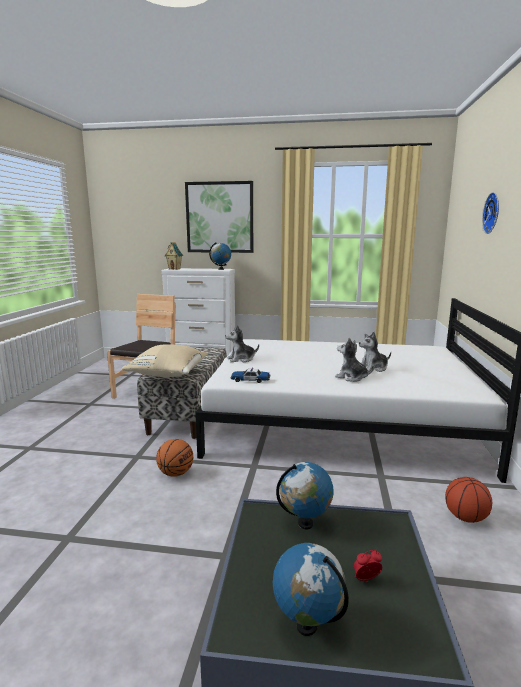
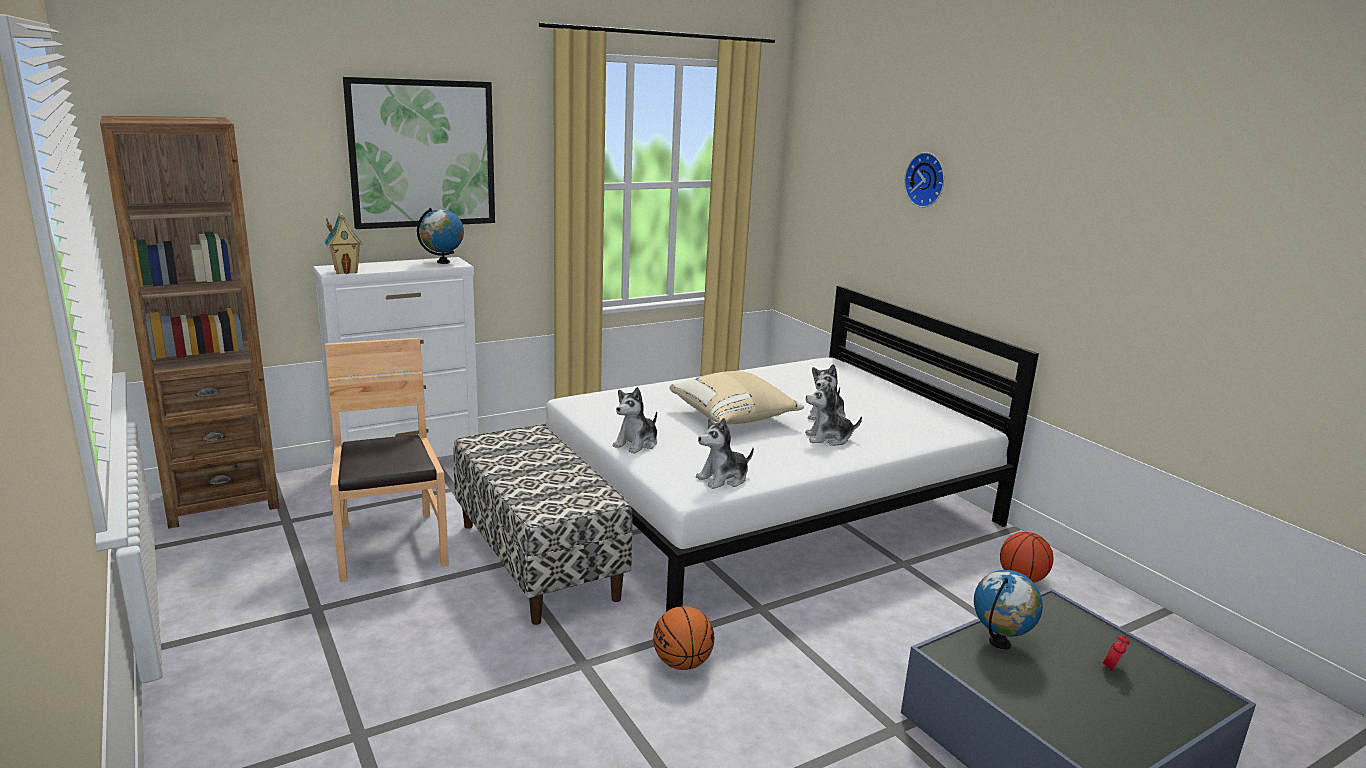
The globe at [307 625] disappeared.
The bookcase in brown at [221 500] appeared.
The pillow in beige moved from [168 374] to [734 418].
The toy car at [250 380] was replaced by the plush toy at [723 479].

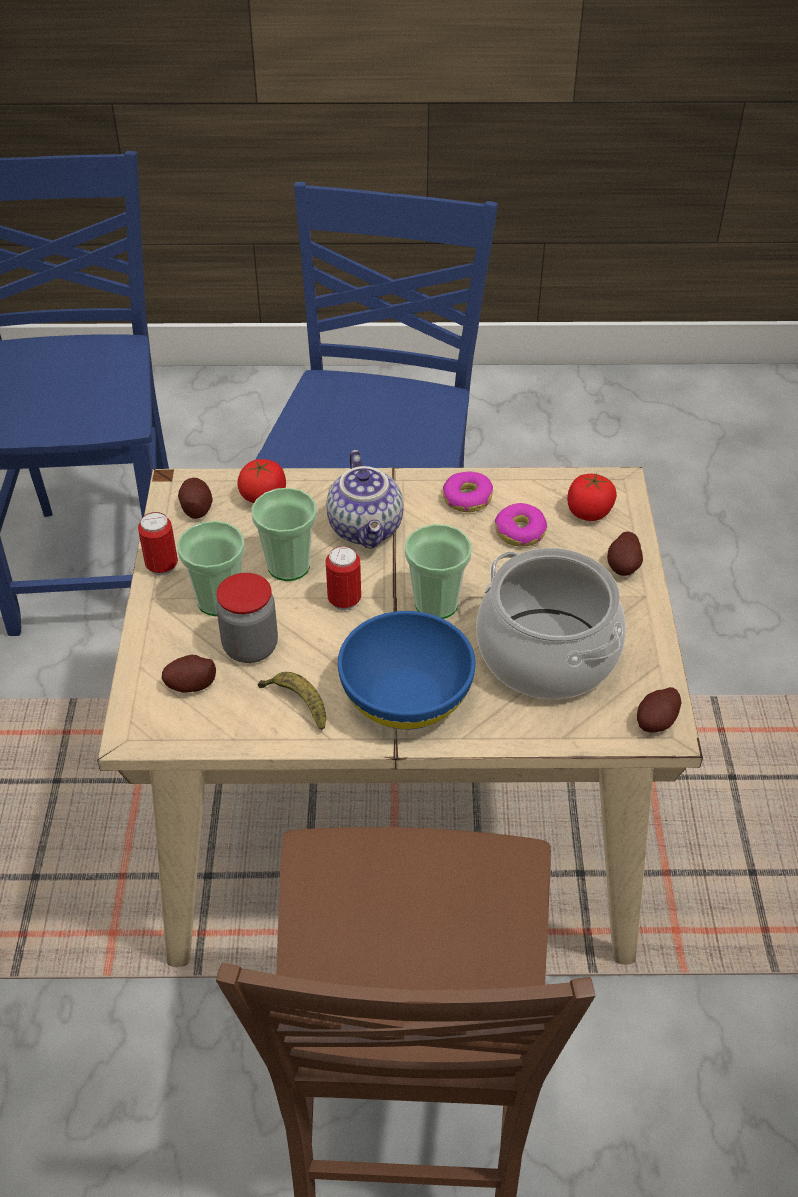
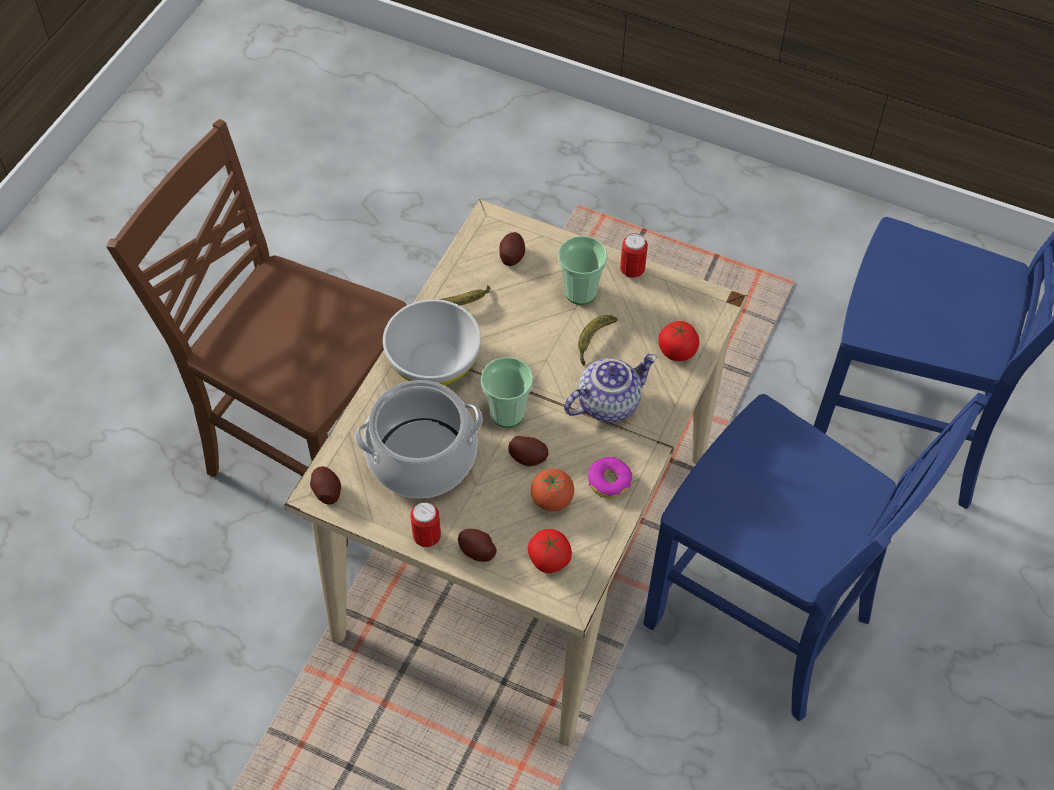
The jar at [250 647] disappeared.
The potato moved from [196 508] to [528 457].
The can moved from [344 600] to [427 537].
The cup at [288 566] was replaced by the banana at [593 341].
The donut at [520 532] was replaced by the tomato at [552 499].
The bowl in blue at [405 697] became the bowl in white at [434 361].
The teapot at [367 529] turned 135 degrees clockwise.

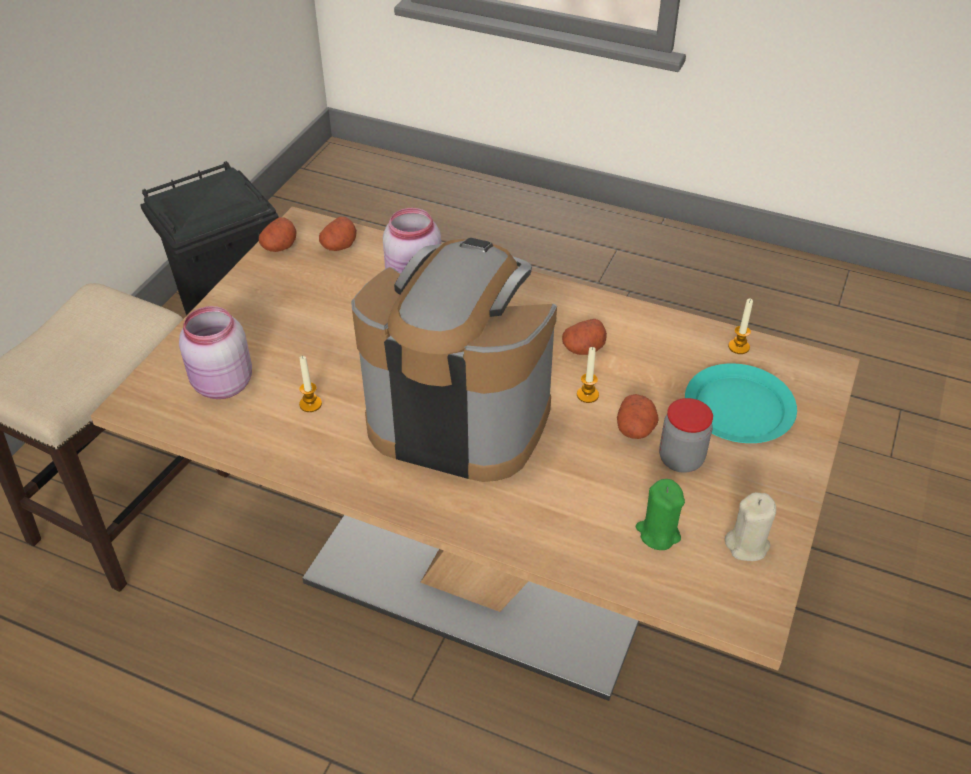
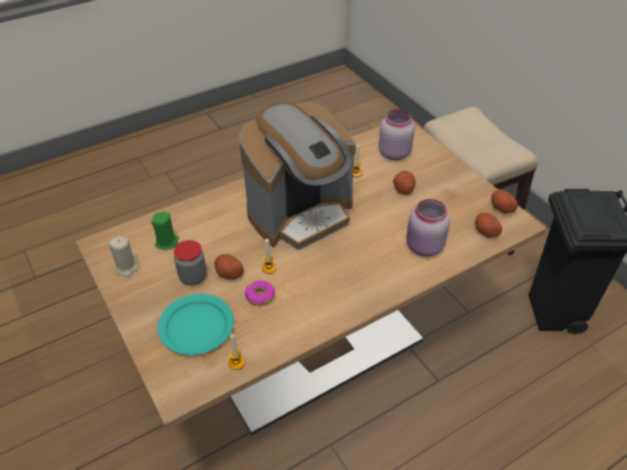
The donut at [260 296] appeared.
The potato moved from [583 348] to [403 188].

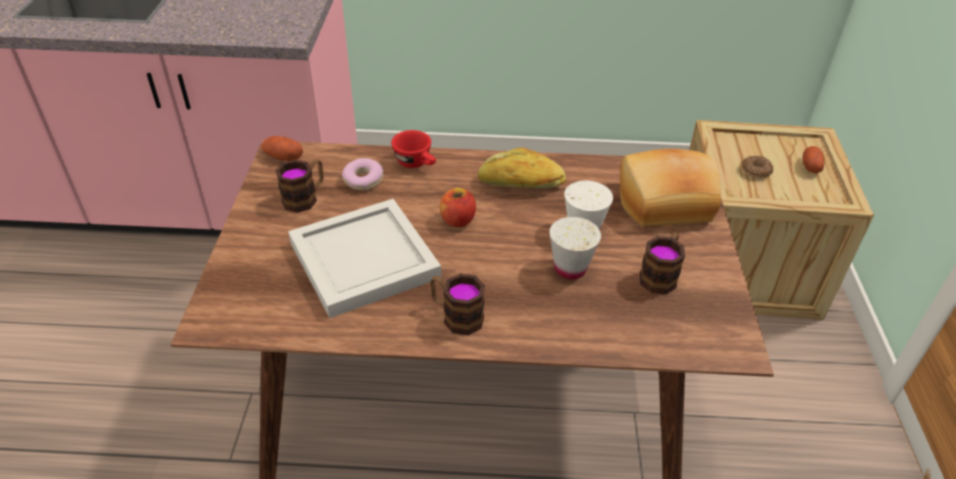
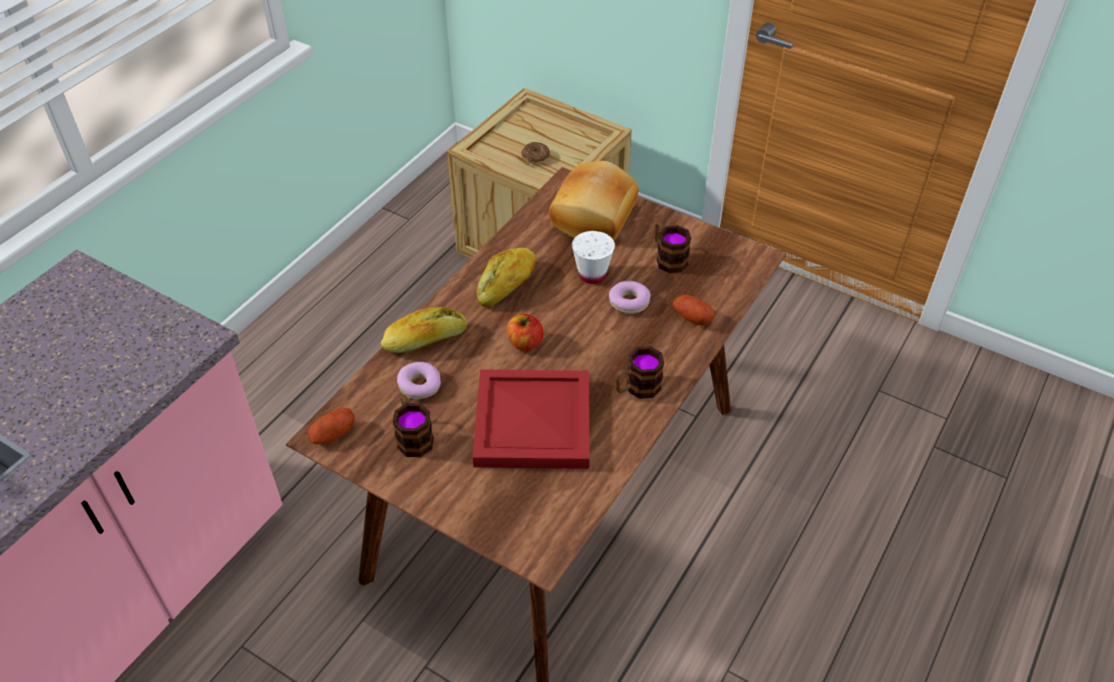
The potato moved from [810 166] to [692 317].
The cup in red at [417 163] was replaced by the bread at [425 340].
The cup in white at [570 269] was replaced by the donut at [629 302].
The tray in white at [365 258] became the tray in red at [531 421].

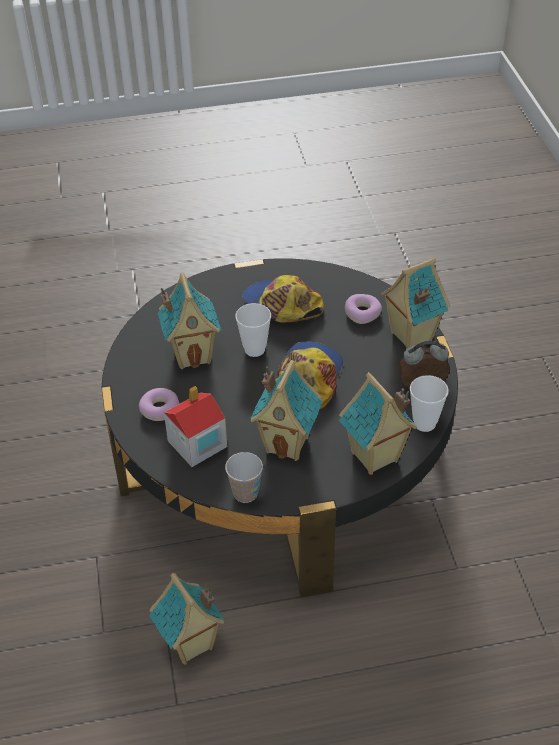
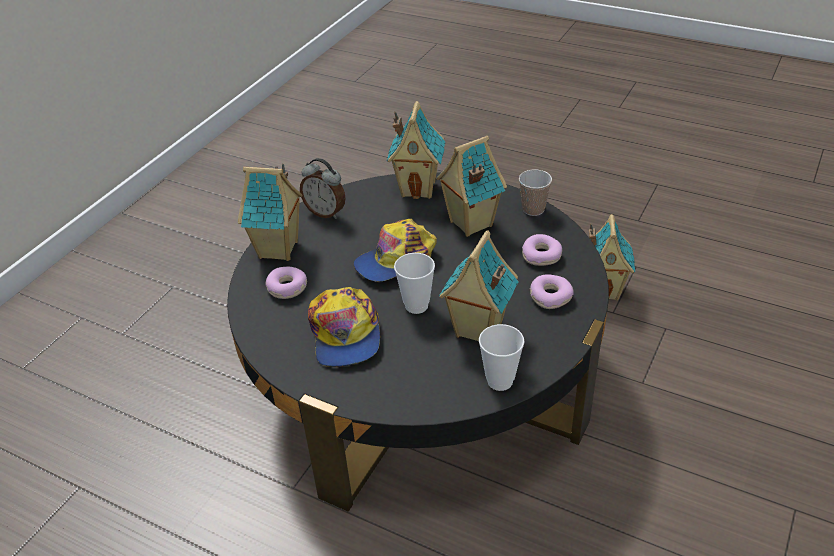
The cup moved from [424 423] to [500 381].
The toy house at [196 444] was replaced by the donut at [541 256].

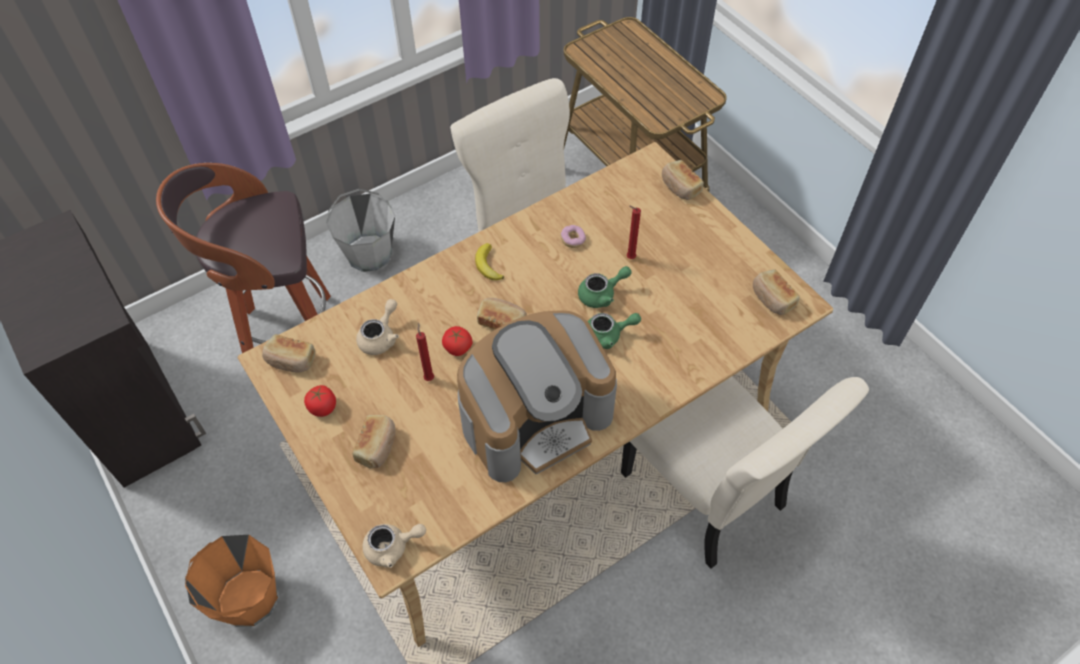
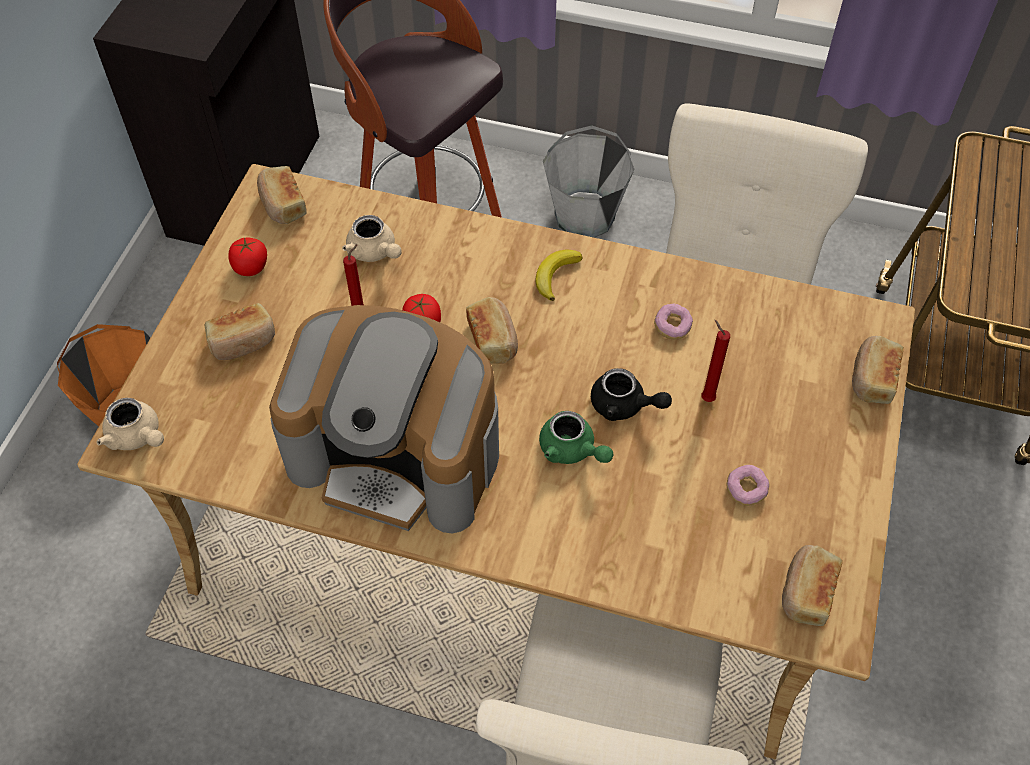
The donut at [746 490] appeared.
The teapot in green at [602 294] became the teapot in black at [624 406].
The teapot in beige at [381 337] turned 60 degrees clockwise.

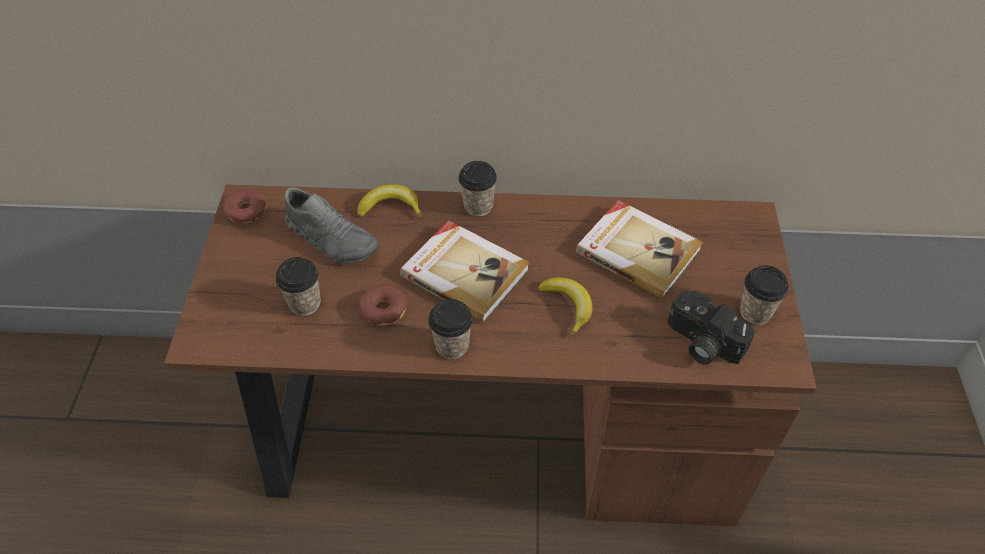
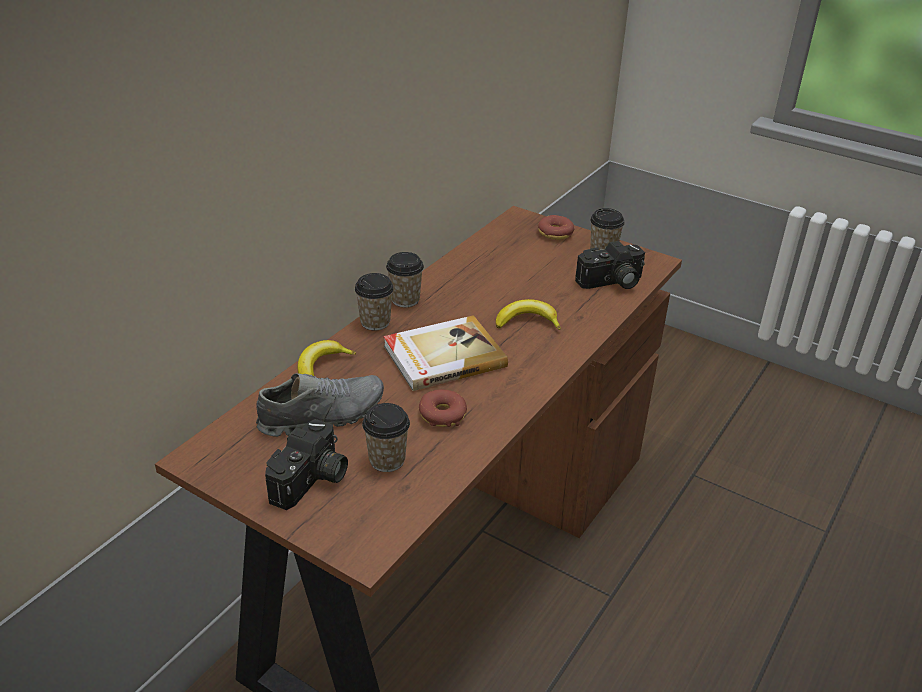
The book at [638 250] disappeared.
The photo camera at [312 481] appeared.
The donut moved from [246 211] to [555 233].
The cup moved from [452 346] to [405 300].

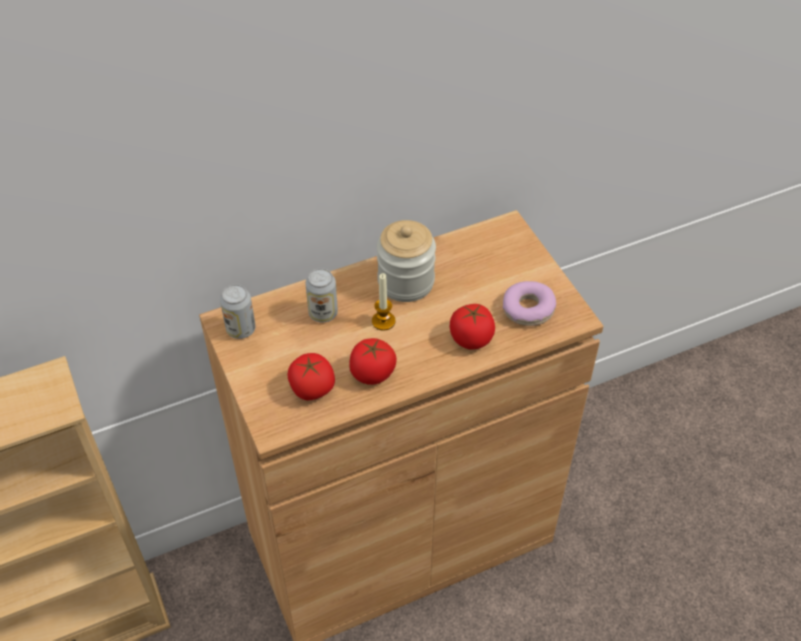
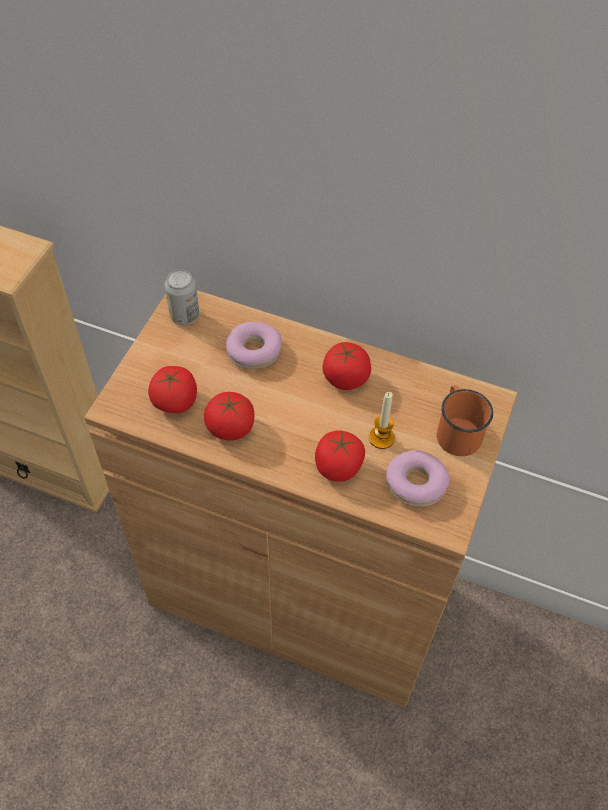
The mug in orange at [456 431] appeared.
The candle moved from [383 321] to [381 438].
The can at [323 313] was replaced by the donut at [254 351].
The jar at [406 282] was replaced by the tomato at [346 378].

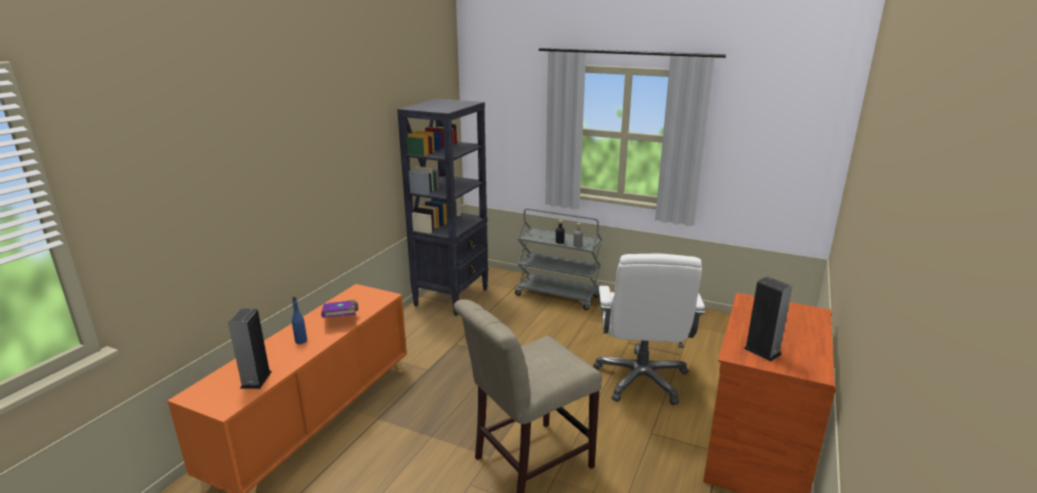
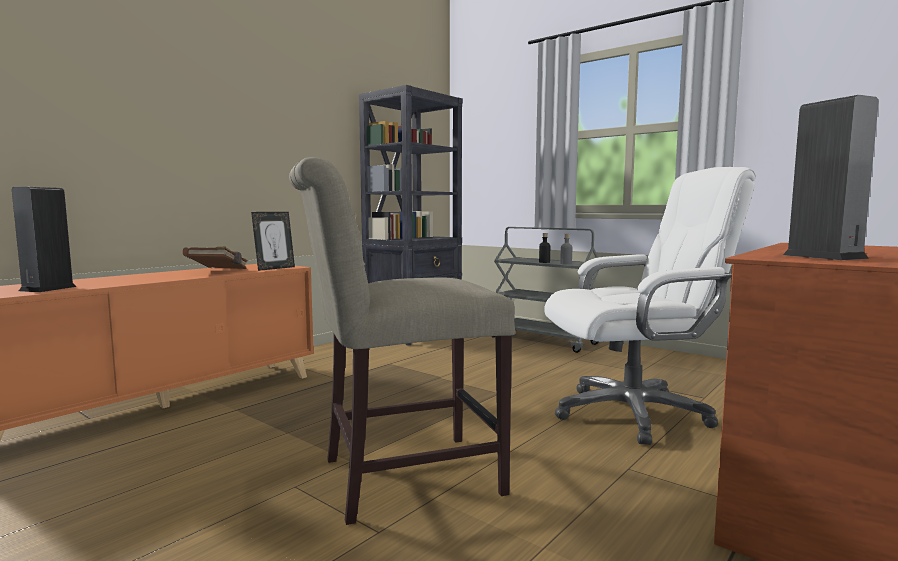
The bottle in blue at [301 341] disappeared.
The picture frame at [274 268] appeared.
The book in purple at [341 317] became the book in brown at [219 271].
The office chair in white at [641 379] turned 120 degrees counterclockwise.

